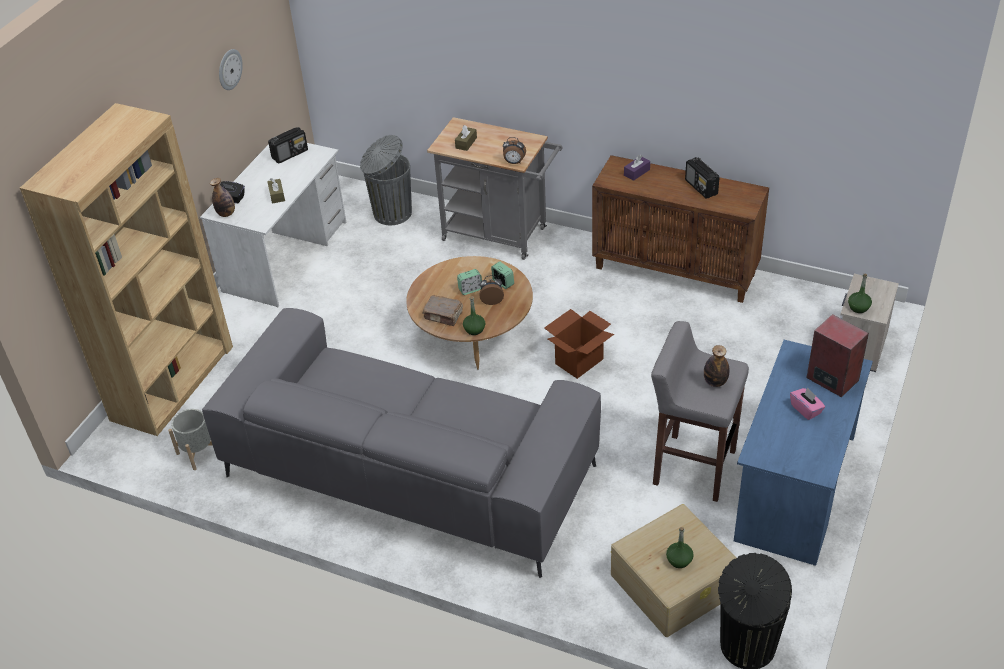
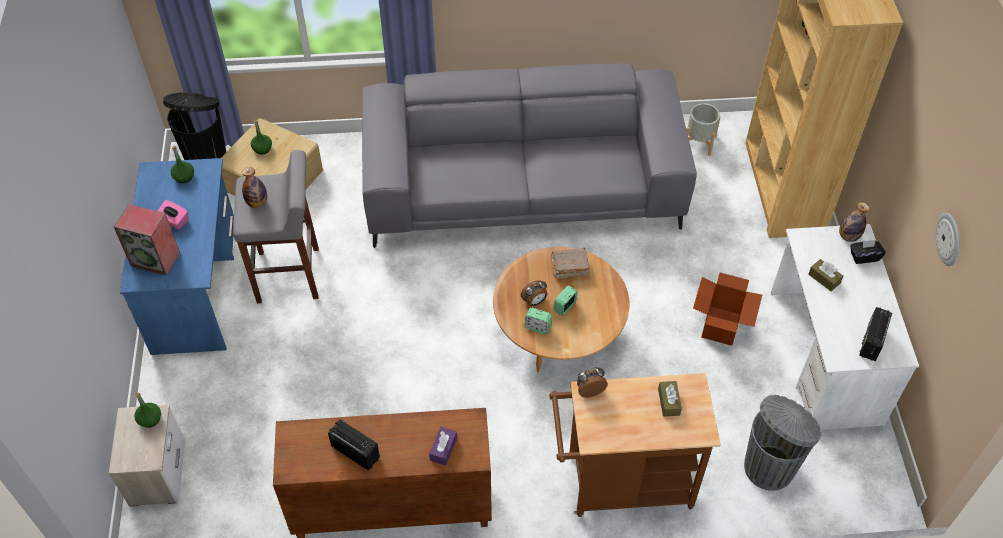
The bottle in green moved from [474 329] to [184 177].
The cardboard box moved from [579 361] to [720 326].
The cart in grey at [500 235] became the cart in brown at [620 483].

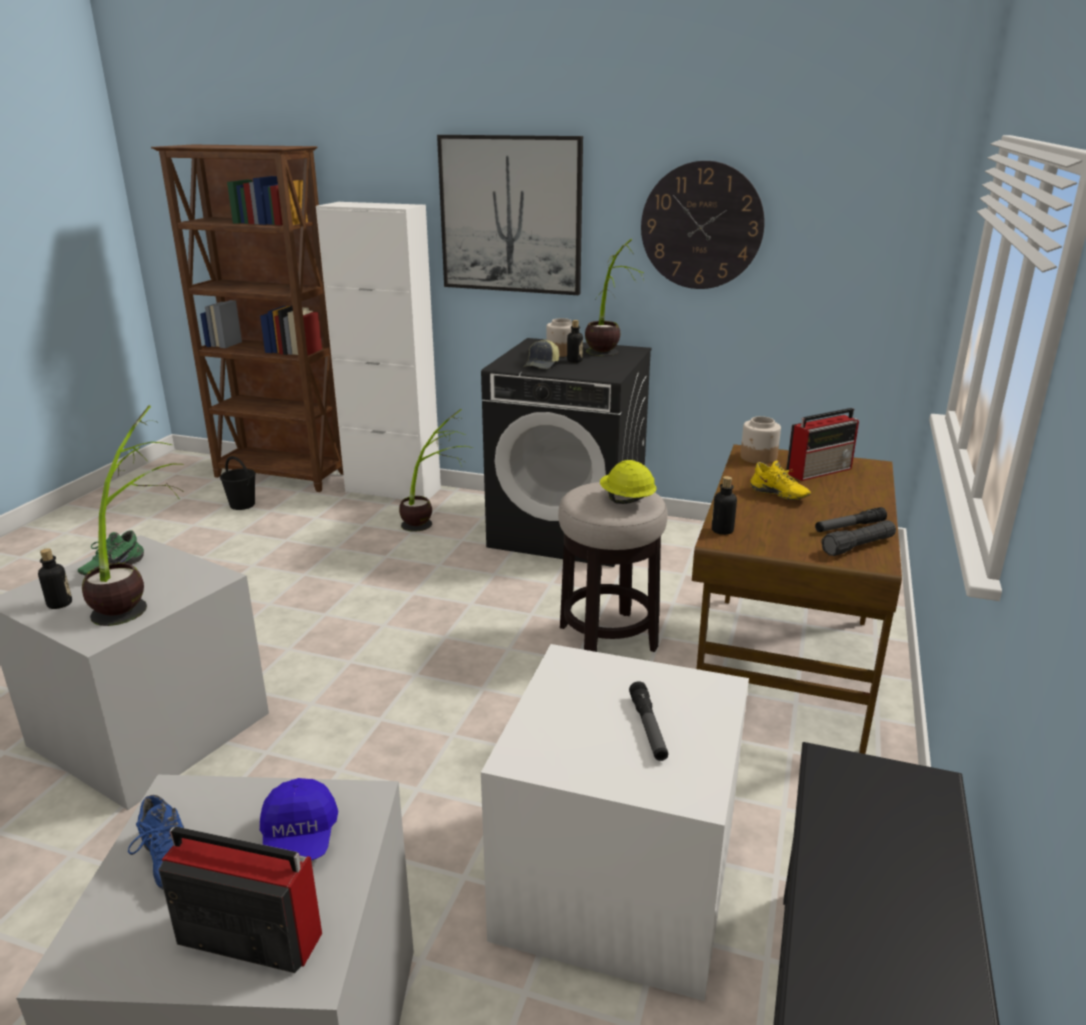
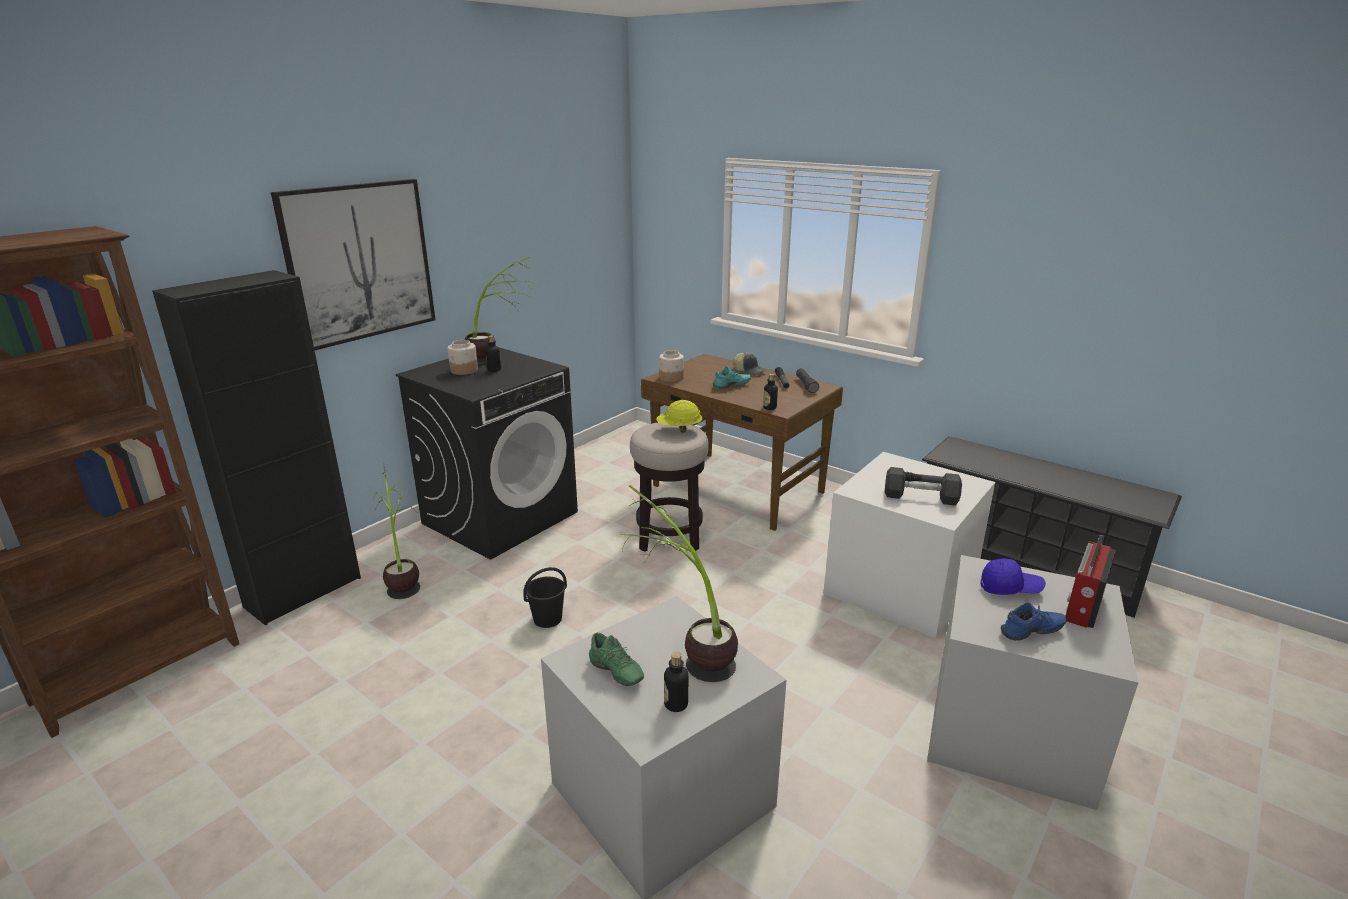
The wall clock at [701 226] disappeared.
The radio at [820 471] disappeared.
The dumbbell in grey at [920 497] appeared.
The bucket in black moved from [242 505] to [548 619].
The cap moved from [542 365] to [749 371].
The cabinet in white at [393 490] became the cabinet in black at [303 592].
The shoe in yellow at [777 496] became the shoe in turquoise at [732 386].

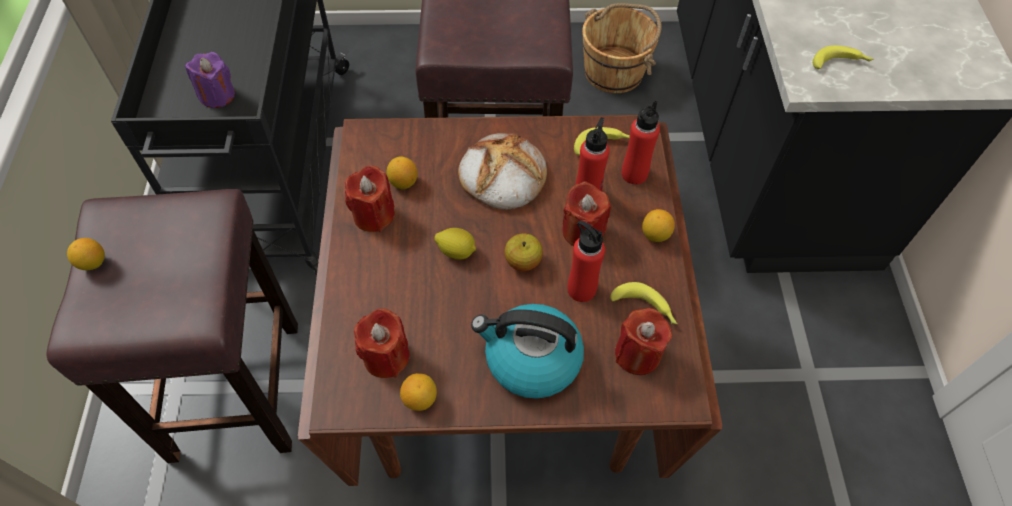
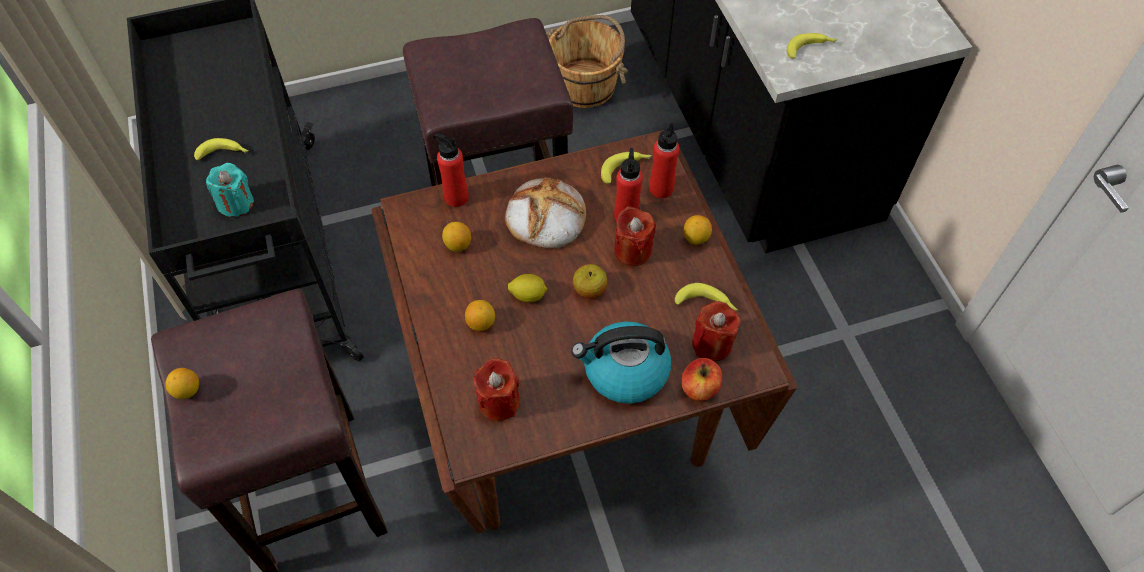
The candle in red at [374 215] disappeared.
The banana at [224 154] appeared.
The apple at [699 388] appeared.
The lemon moved from [420 399] to [481 323].
The bottle in red moved from [581 289] to [456 197].
The candle in purple at [217 95] became the candle in turquoise at [236 203].

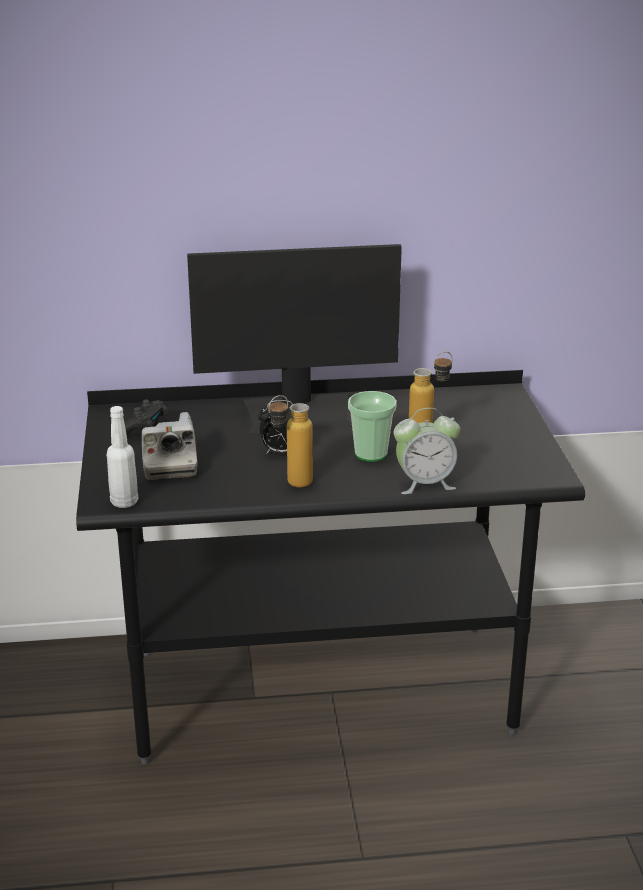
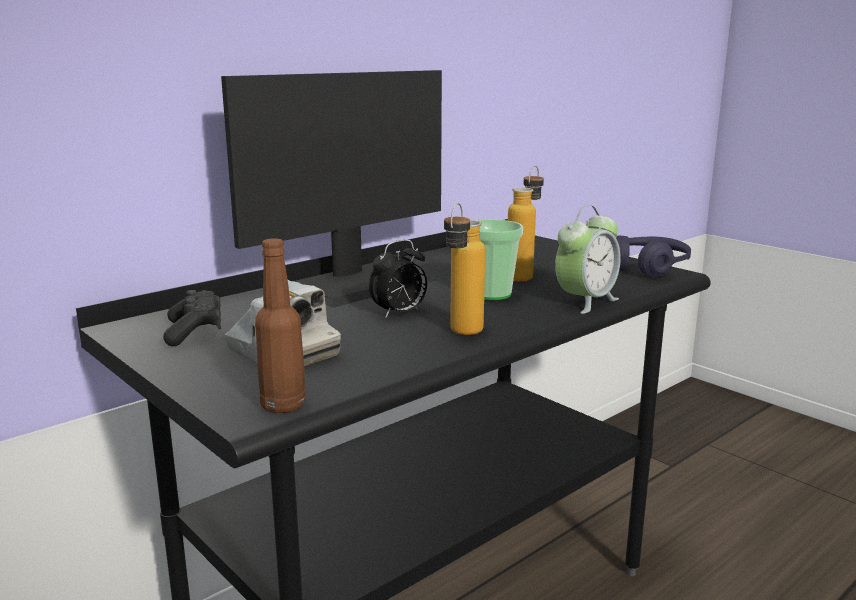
The headphones in purple at [647 267] appeared.
The bottle in white at [124 502] became the bottle in brown at [283 405].

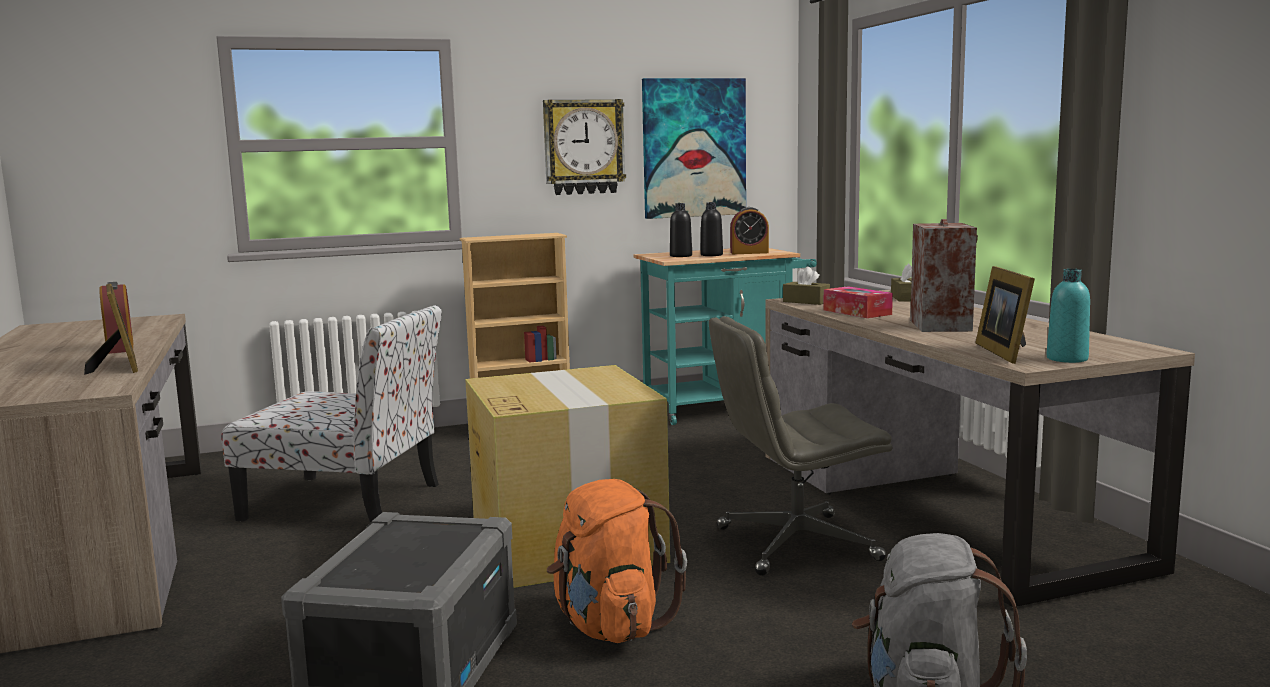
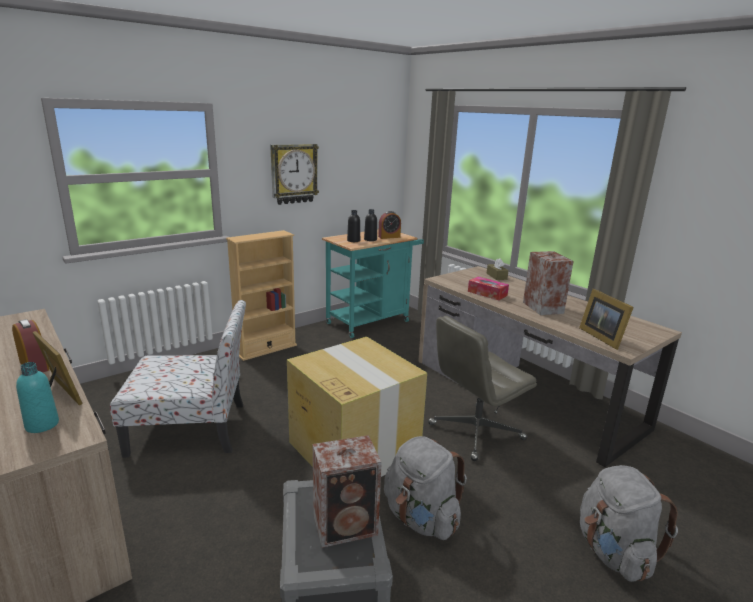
The picture at [694 148] disappeared.
The tissue box in brown at [806 301] disappeared.
The speaker at [347 525] appeared.
The bottle in turquoise moved from [1067 359] to [42 425].
The backpack in orange at [610 626] became the backpack in grey at [421 518].

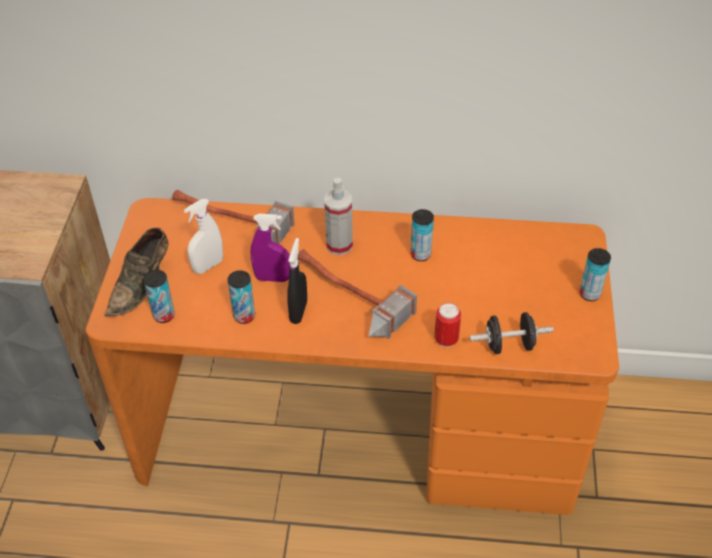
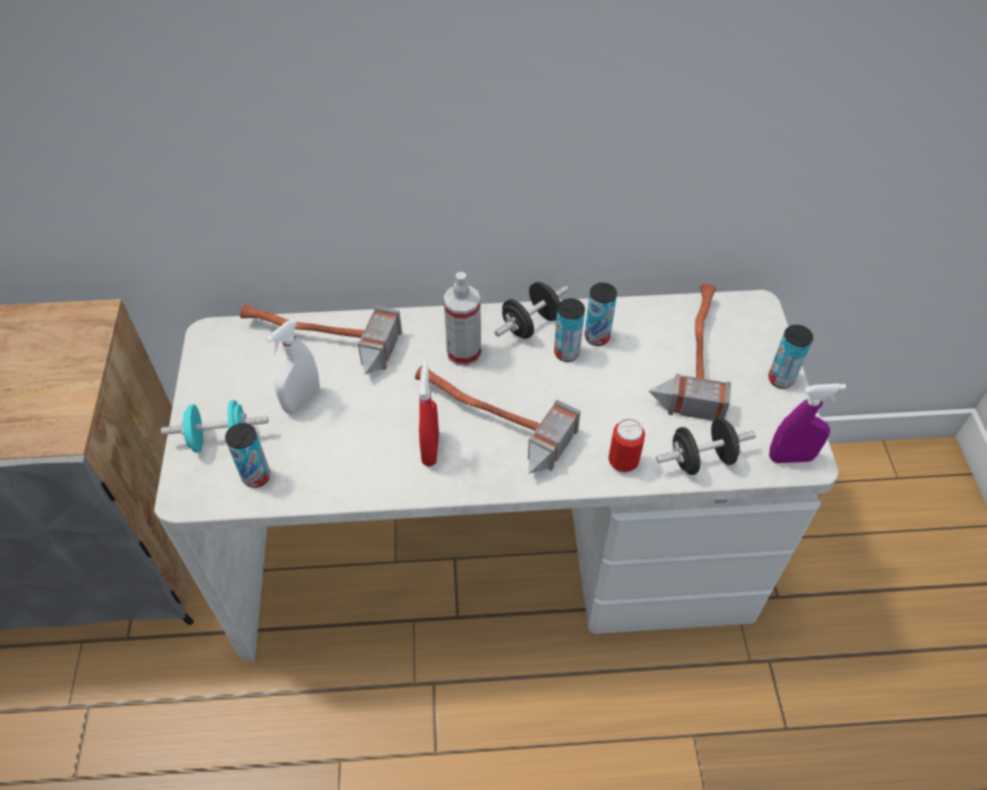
The dumbbell in black at [530 324] appeared.
The hammer at [690 354] appeared.
The can moved from [244 316] to [597 337].
The spray bottle in purple moved from [272 278] to [791 457].
The shoe in brown at [142 286] was replaced by the dumbbell in turquoise at [220 439].
The desk in orange at [358 429] became the desk in white at [493 553].
The spray bottle in black at [298 312] became the spray bottle in red at [430 449].

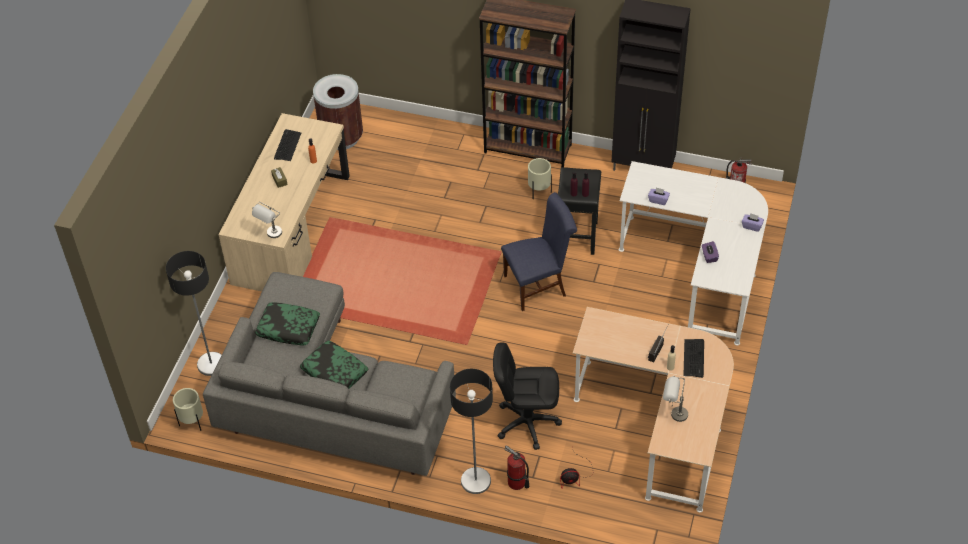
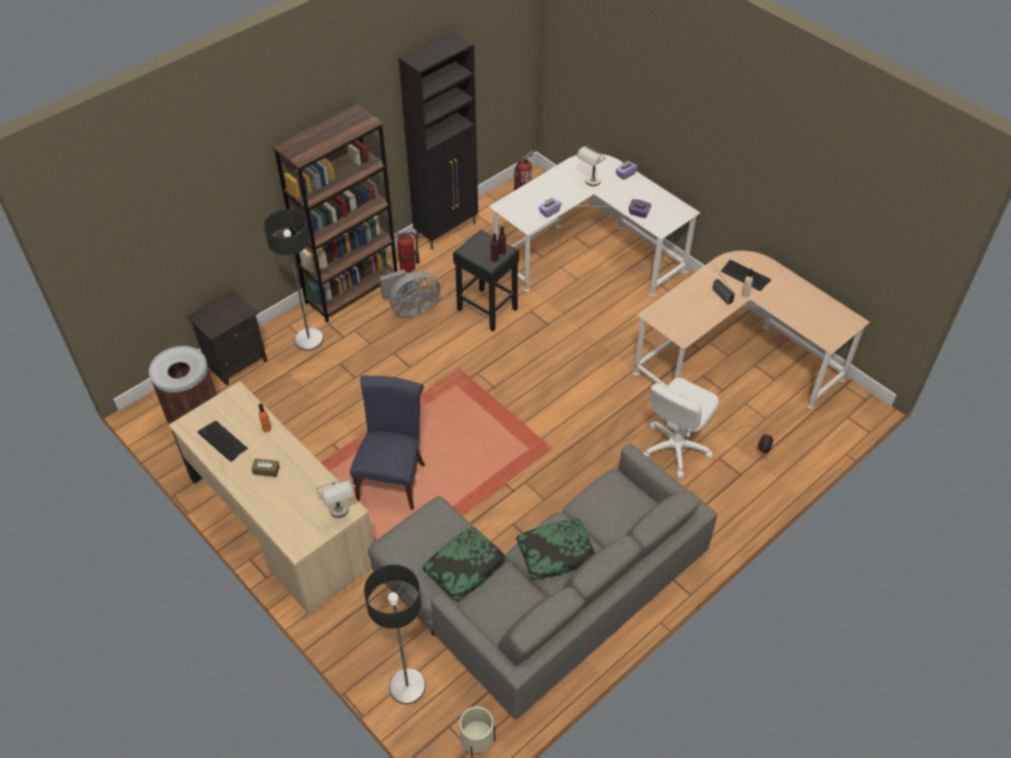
The nightstand in black at [236 361] appeared.
The floor lamp moved from [475 481] to [308 340].
The chair in blue moved from [539 285] to [393 478].
The fire extinguisher moved from [516 483] to [408 267].
The table lamp in grey moved from [673 414] to [589 184].
The planter in beige at [539 192] was replaced by the fan in grey at [412 308].
The office chair in black at [527 422] became the office chair in white at [675 448].

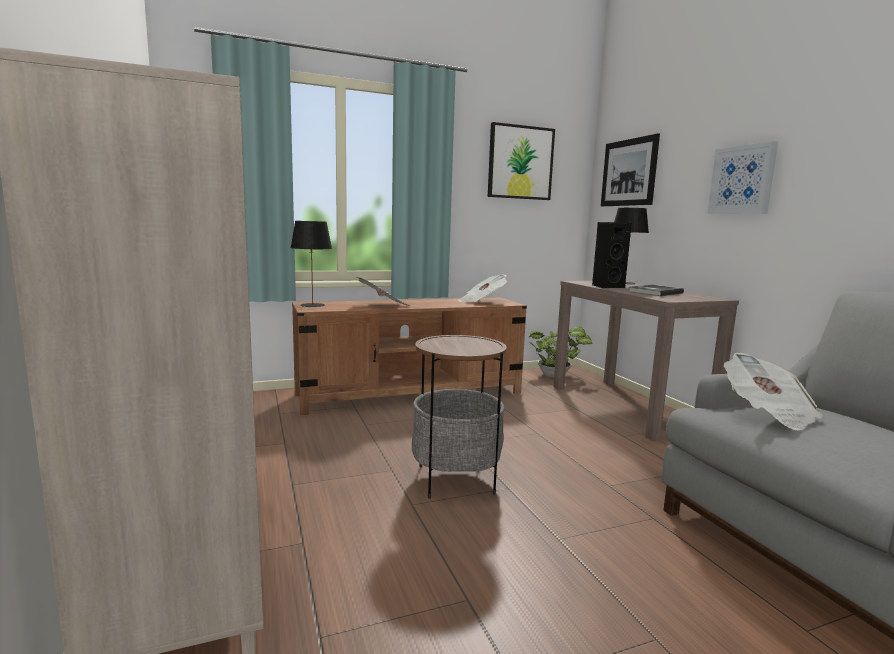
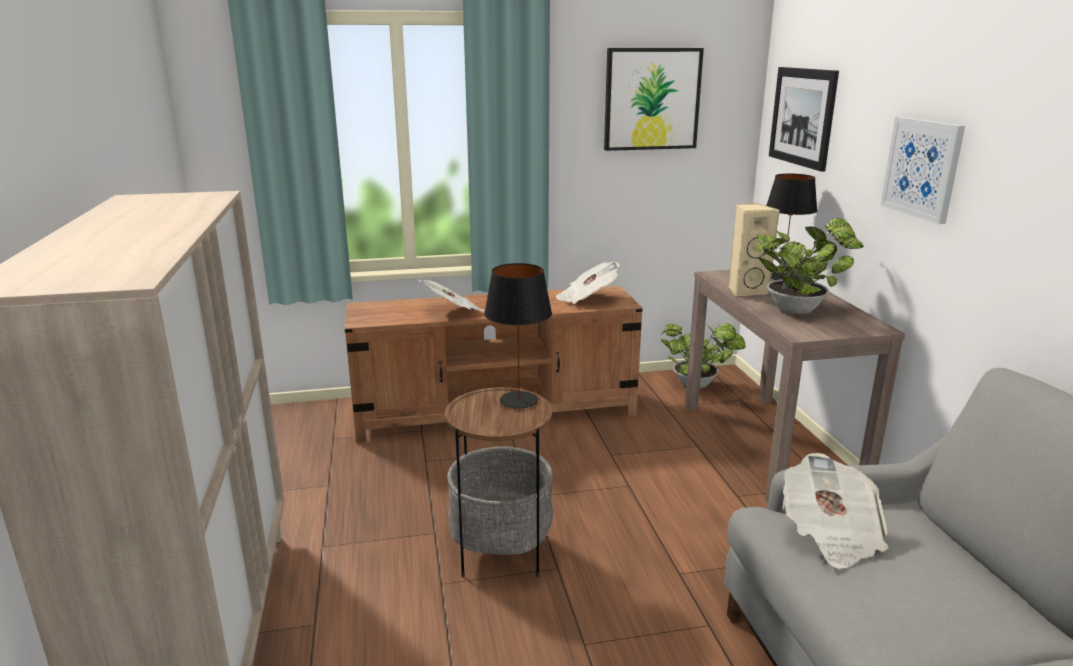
The table lamp in black moved from [312 305] to [519 400].
The book in grey at [654 292] was replaced by the potted plant at [799 309].
The speaker in black at [607 286] became the speaker in beige at [746 290].

